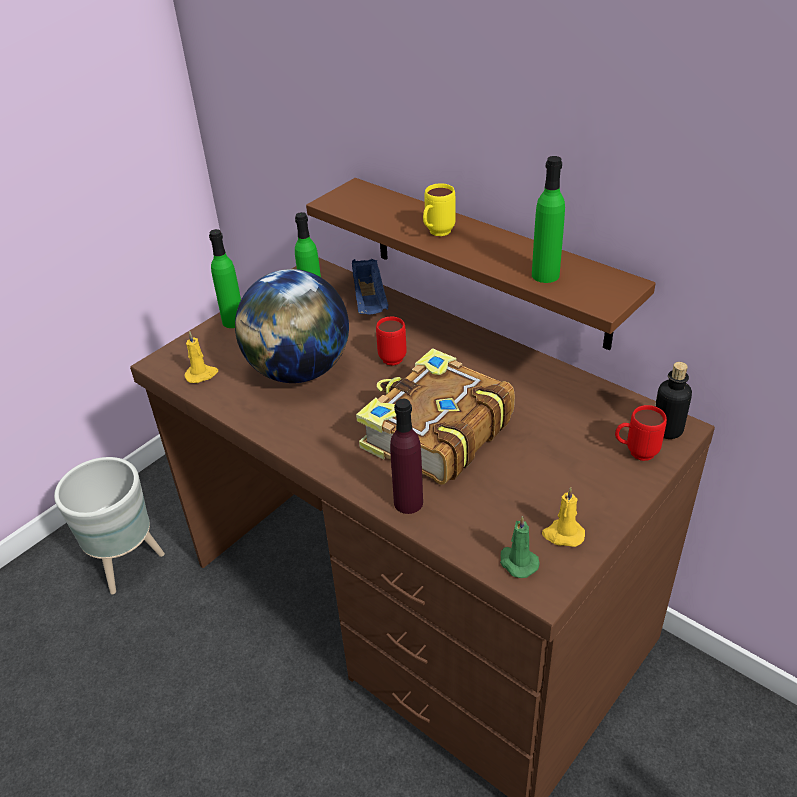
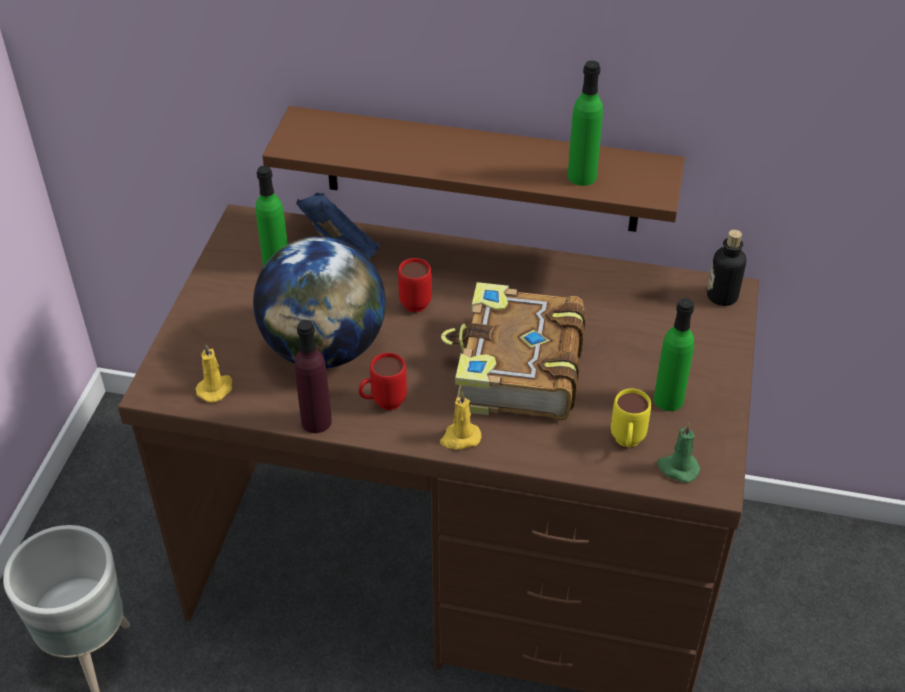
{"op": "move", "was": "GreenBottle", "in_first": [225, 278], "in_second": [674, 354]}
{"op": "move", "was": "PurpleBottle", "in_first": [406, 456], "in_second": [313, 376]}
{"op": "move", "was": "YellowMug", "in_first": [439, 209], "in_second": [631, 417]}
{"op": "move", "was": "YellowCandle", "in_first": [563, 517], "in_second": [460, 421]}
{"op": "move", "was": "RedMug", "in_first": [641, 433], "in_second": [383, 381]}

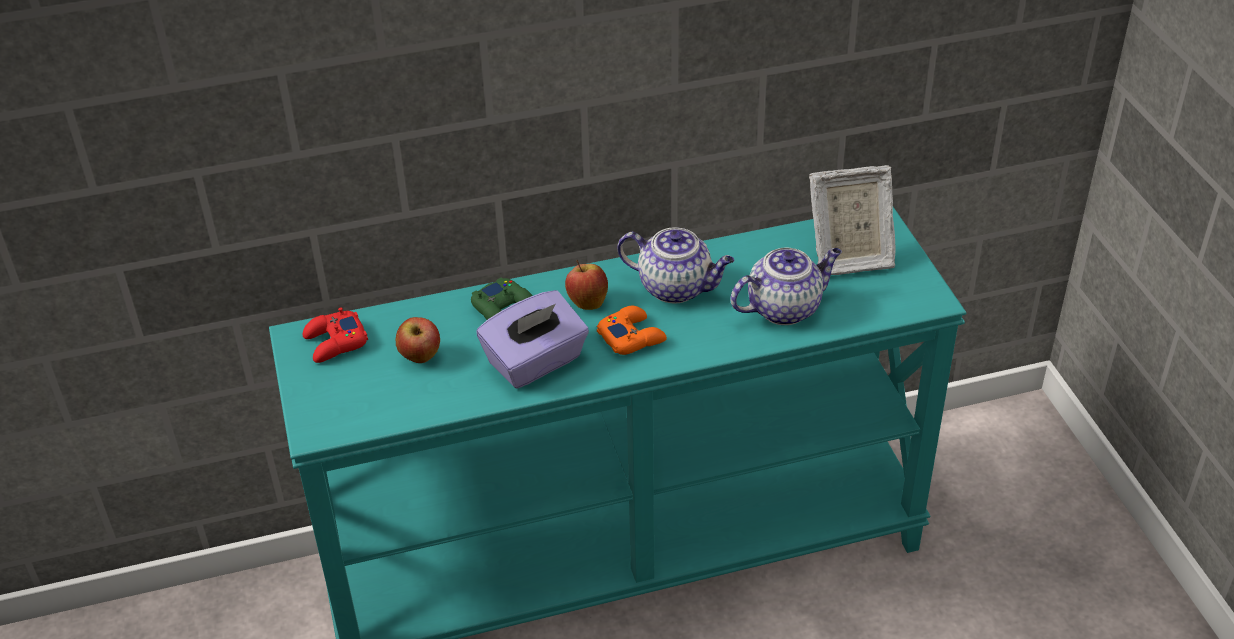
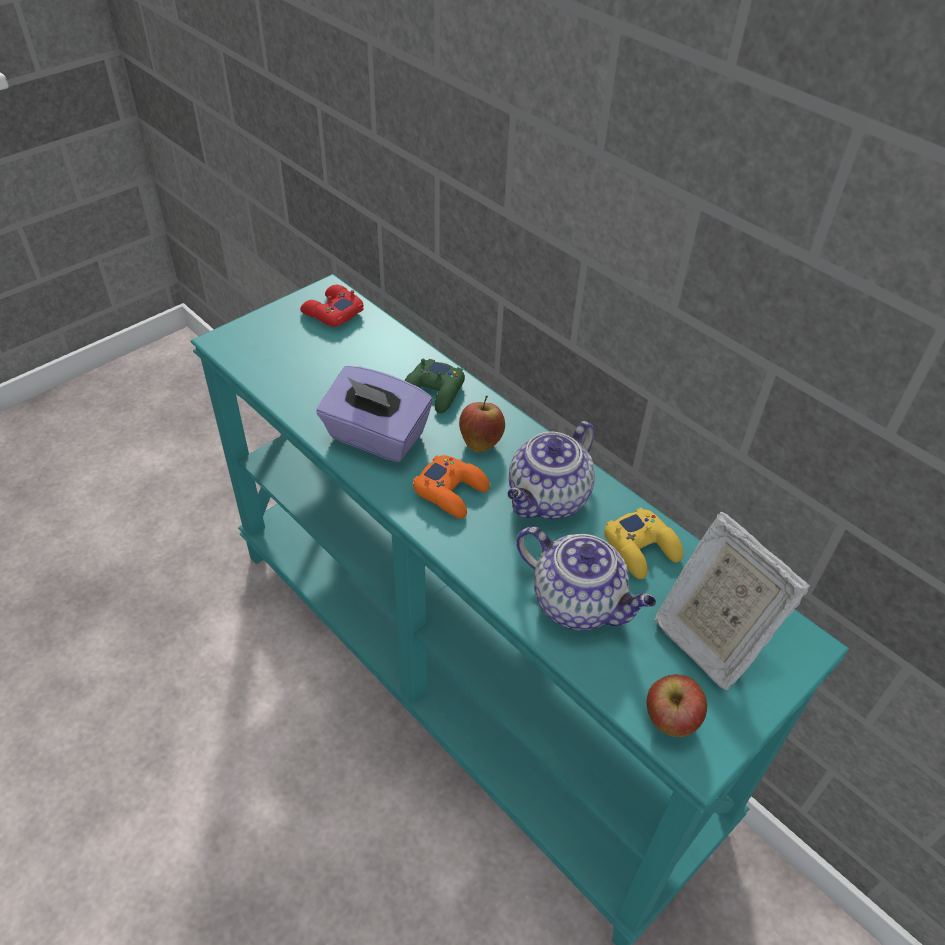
{"op": "move", "was": "Apple", "in_first": [418, 340], "in_second": [677, 705]}
{"op": "rotate", "was": "Teapot", "in_first": [675, 265], "in_second": [551, 470], "clockwise": 45}
{"op": "insert", "now": "YellowGameController", "in_second": [643, 543]}

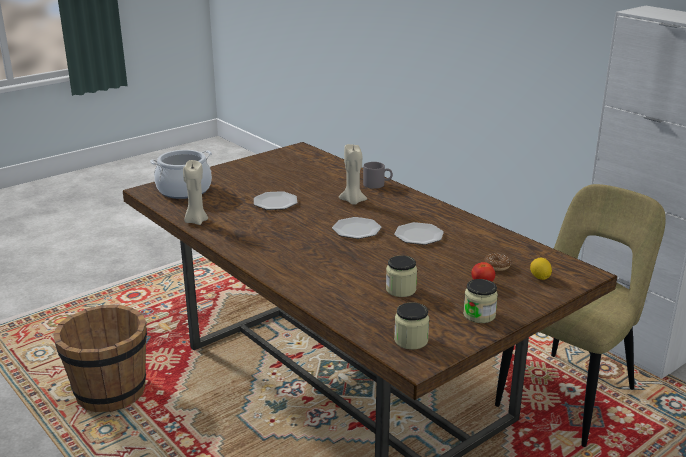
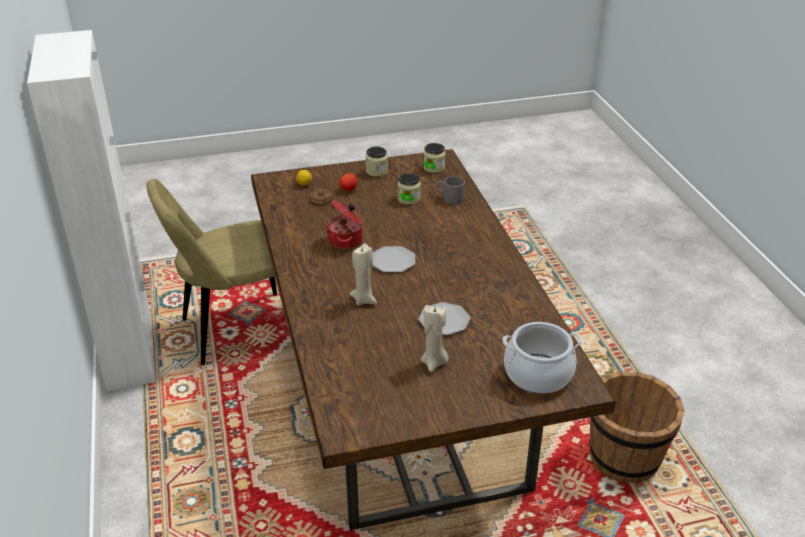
{"op": "move", "was": "BeigeCandle", "in_first": [195, 192], "in_second": [435, 338]}
{"op": "move", "was": "GreyMug", "in_first": [378, 175], "in_second": [451, 190]}
{"op": "replace", "was": "Plate", "now": "CookingPot", "in_first": [419, 233], "in_second": [344, 224]}

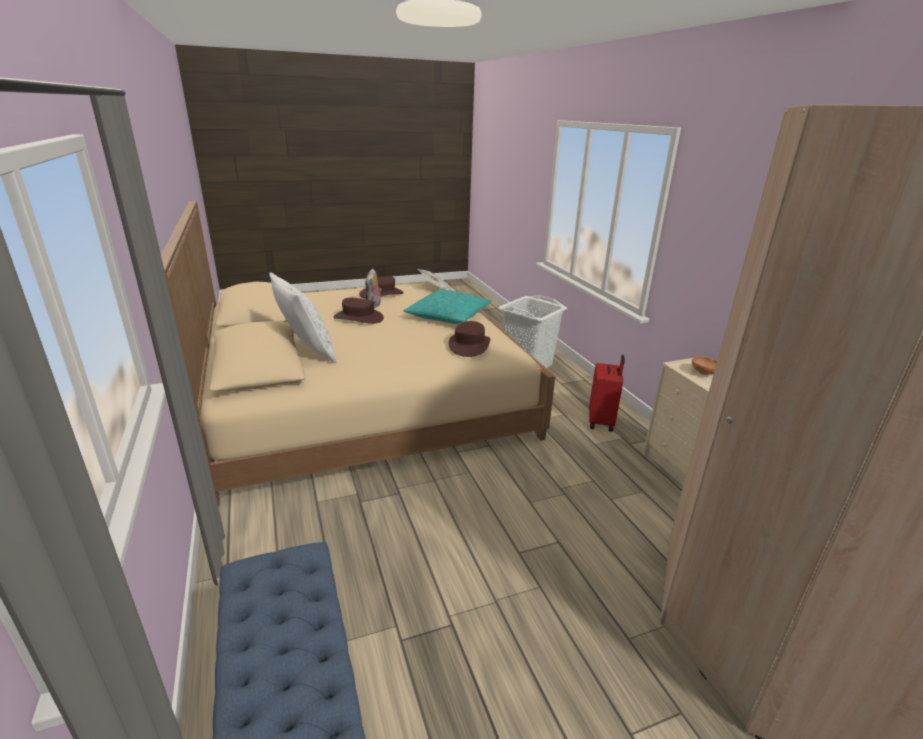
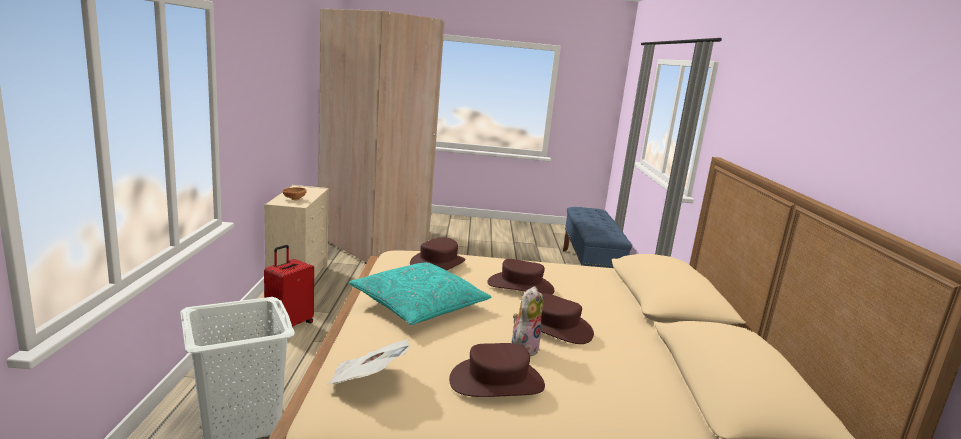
{"op": "delete", "was": "WhitePillow", "in_first": [302, 317]}
{"op": "insert", "now": "BrownHat", "in_second": [521, 277]}

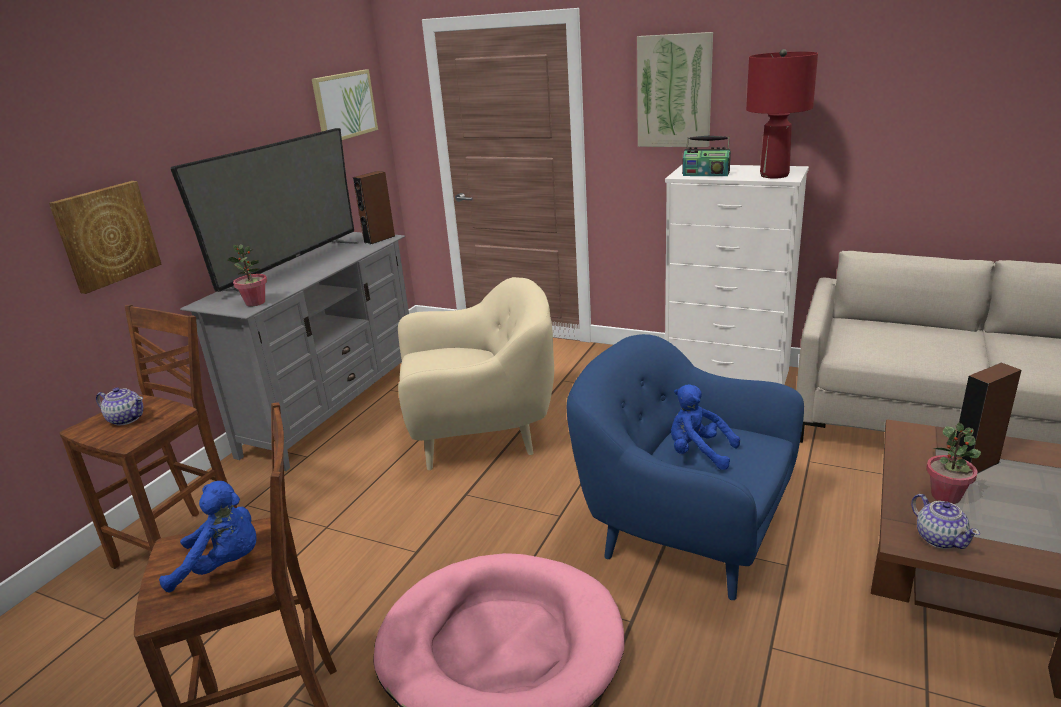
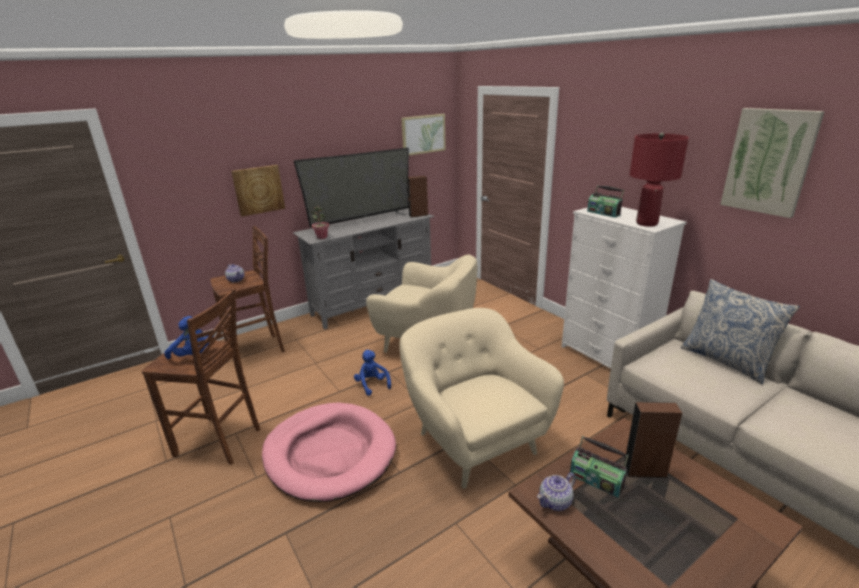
{"op": "recolor", "was": "BlueArmchair", "now": "BeigeArmchair", "in_first": [685, 467], "in_second": [482, 398]}
{"op": "move", "was": "Picture", "in_first": [675, 89], "in_second": [772, 163]}
{"op": "move", "was": "BluePlushToy", "in_first": [705, 427], "in_second": [372, 373]}
{"op": "rotate", "was": "Teapot", "in_first": [945, 521], "in_second": [556, 492], "clockwise": 45}
{"op": "replace", "was": "PottedPlant", "now": "Radio", "in_first": [953, 463], "in_second": [599, 467]}
{"op": "insert", "now": "Pillow", "in_second": [740, 331]}

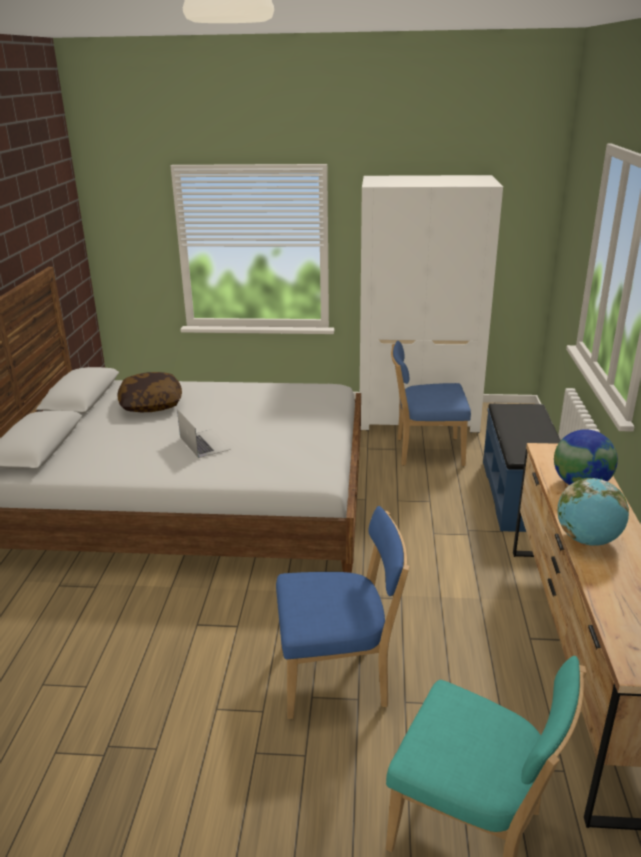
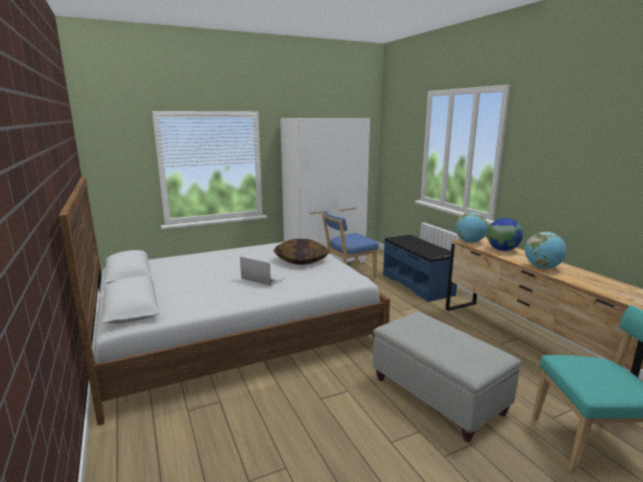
{"op": "move", "was": "Pillow", "in_first": [149, 392], "in_second": [301, 252]}
{"op": "replace", "was": "BlueChair", "now": "GreyOttoman", "in_first": [343, 612], "in_second": [447, 377]}
{"op": "insert", "now": "Globe", "in_second": [471, 227]}

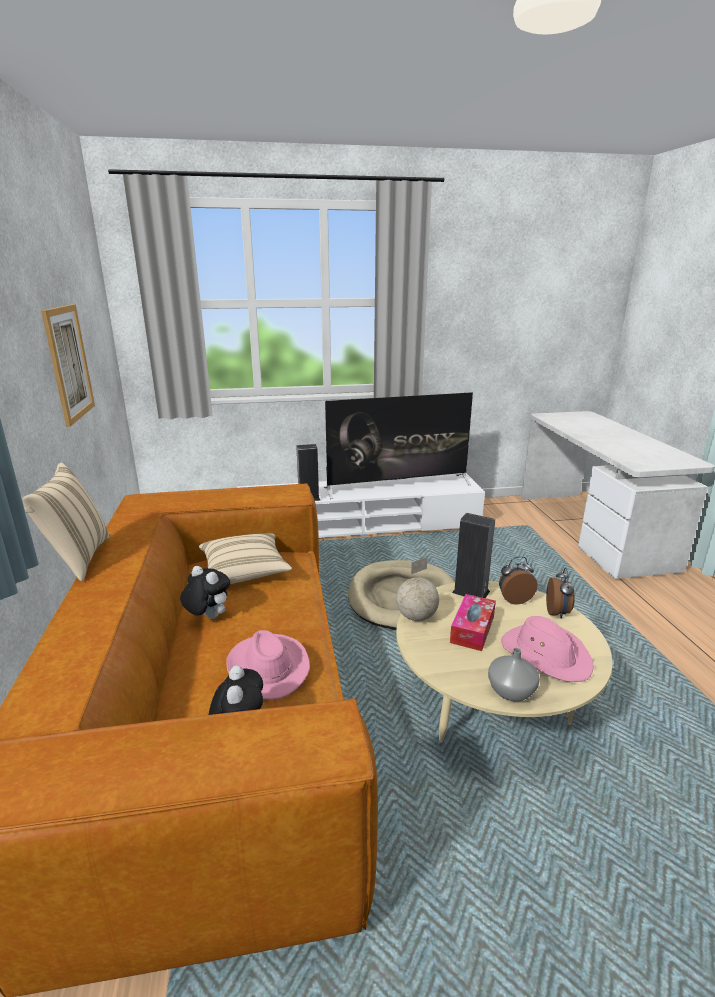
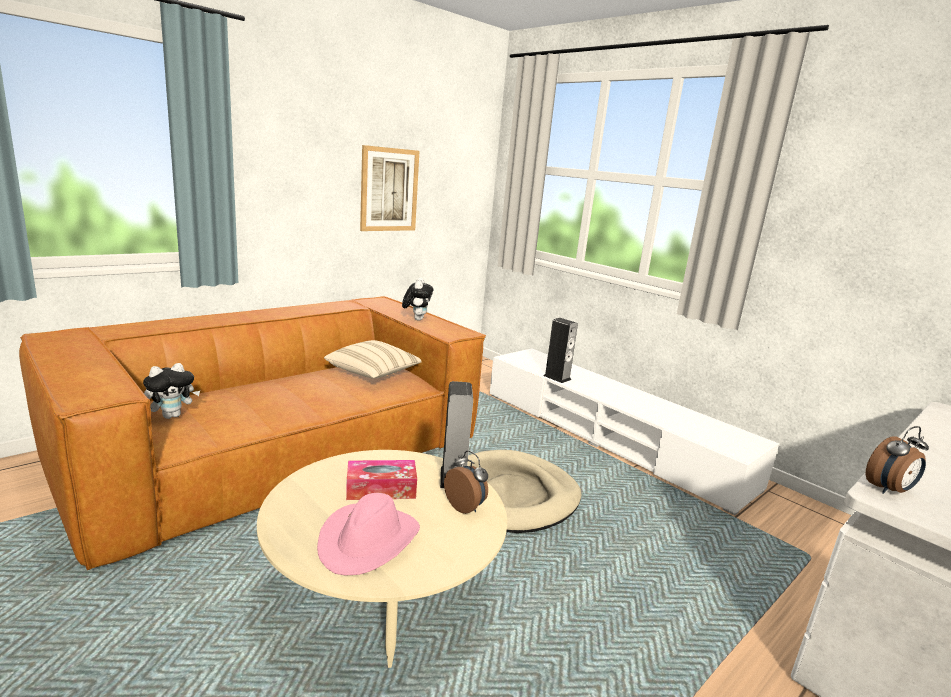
{"op": "delete", "was": "BeigePillow", "in_first": [66, 522]}
{"op": "move", "was": "PlushToy", "in_first": [205, 592], "in_second": [417, 299]}
{"op": "delete", "was": "PinkHat", "in_first": [268, 665]}
{"op": "delete", "was": "Television", "in_first": [398, 445]}
{"op": "delete", "was": "Globe", "in_first": [417, 589]}
{"op": "delete", "was": "GreyVase", "in_first": [514, 674]}
{"op": "move", "was": "AlarmClock", "in_first": [560, 593], "in_second": [897, 460]}

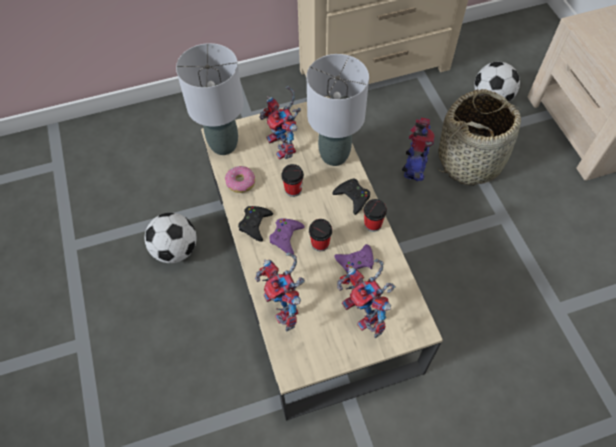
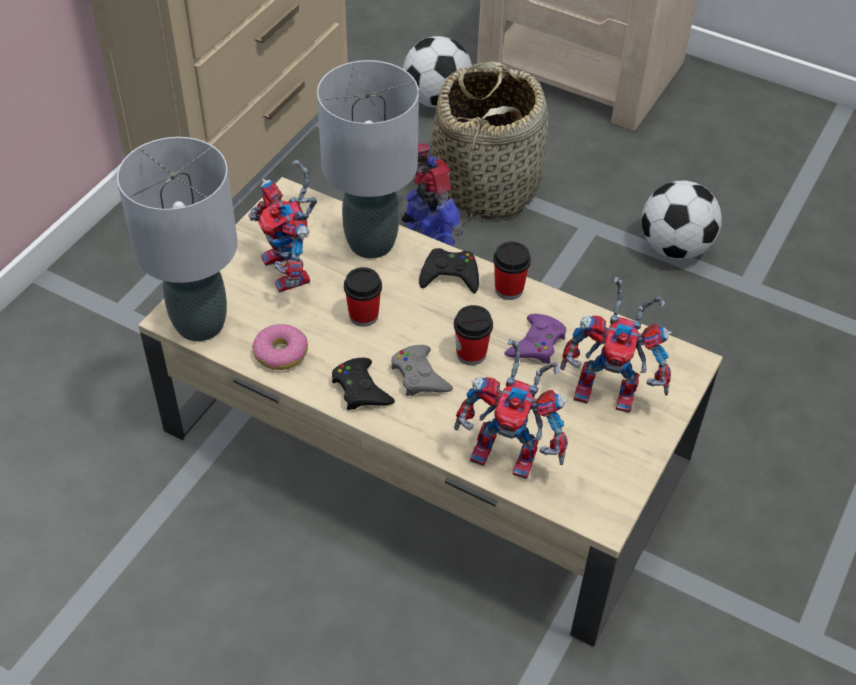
{"op": "move", "was": "Football", "in_first": [170, 238], "in_second": [681, 220]}
{"op": "rotate", "was": "ToyRobot", "in_first": [280, 122], "in_second": [282, 226], "clockwise": 45}
{"op": "recolor", "was": "PurpleGameController", "now": "GreyGameController", "in_first": [287, 236], "in_second": [422, 370]}

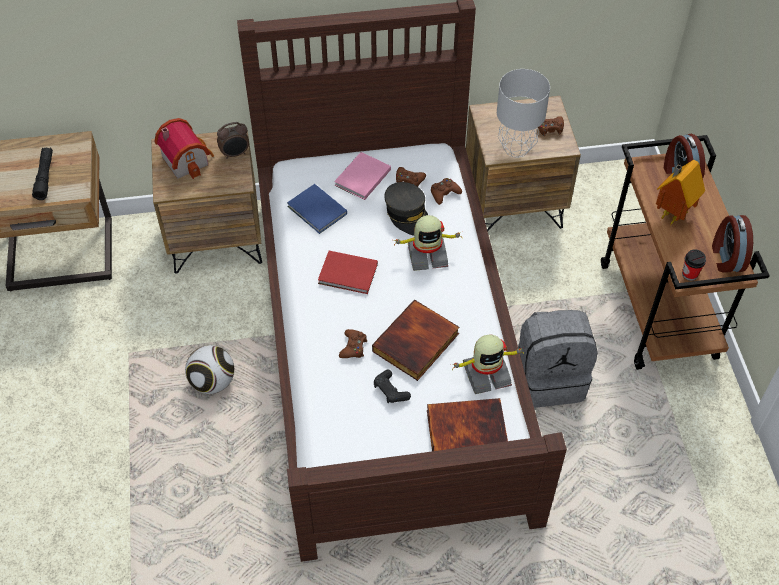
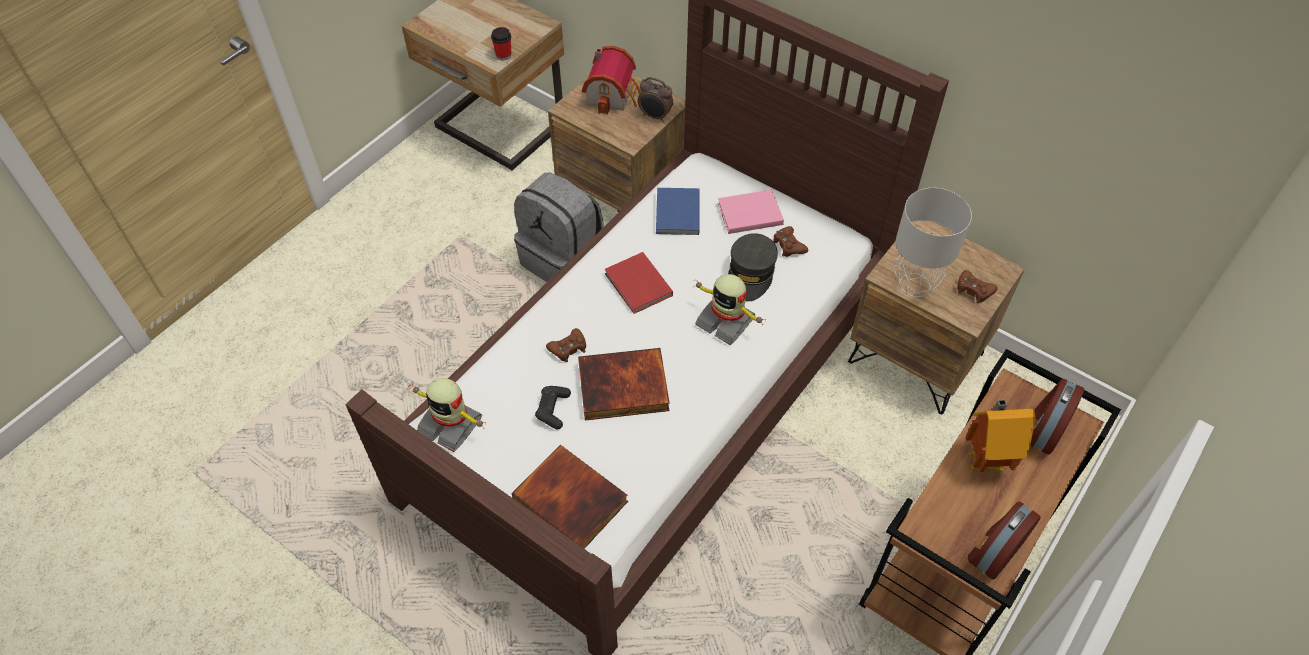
{"op": "delete", "was": "BlackFlashlight", "in_first": [42, 174]}
{"op": "delete", "was": "Football", "in_first": [209, 369]}
{"op": "delete", "was": "BrownGameController", "in_first": [446, 191]}
{"op": "move", "was": "ToyRobot", "in_first": [488, 364], "in_second": [448, 415]}
{"op": "move", "was": "GreyBackpack", "in_first": [558, 359], "in_second": [559, 227]}
{"op": "move", "was": "Cup", "in_first": [694, 265], "in_second": [501, 43]}

